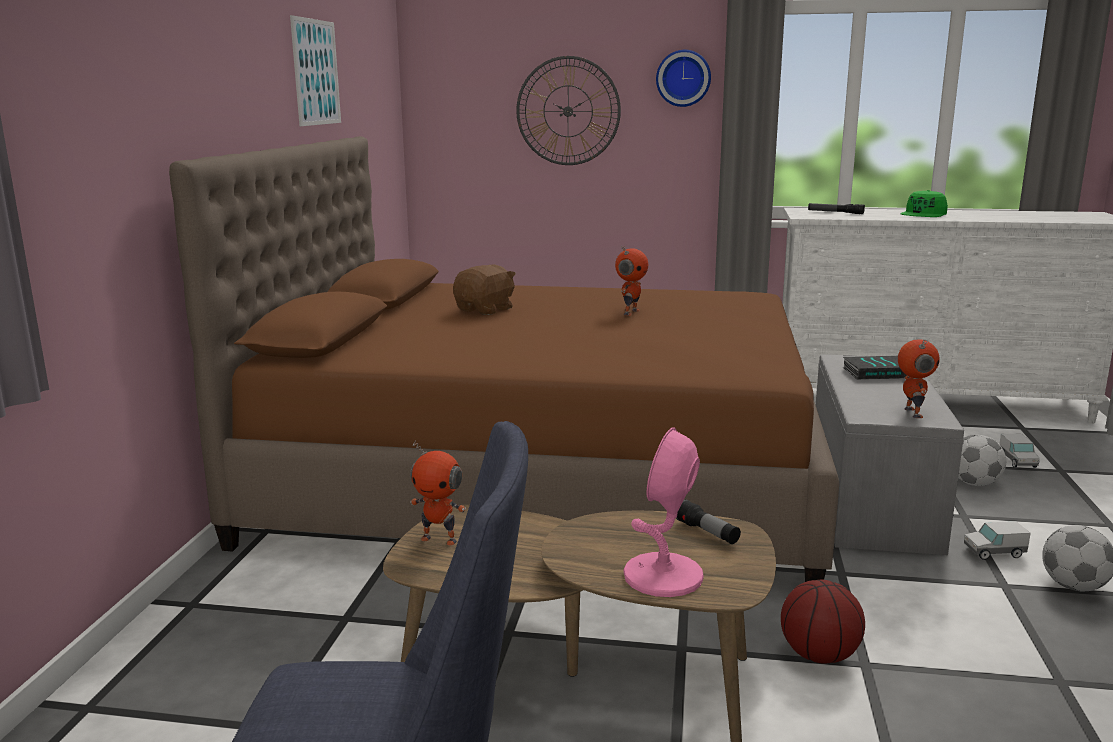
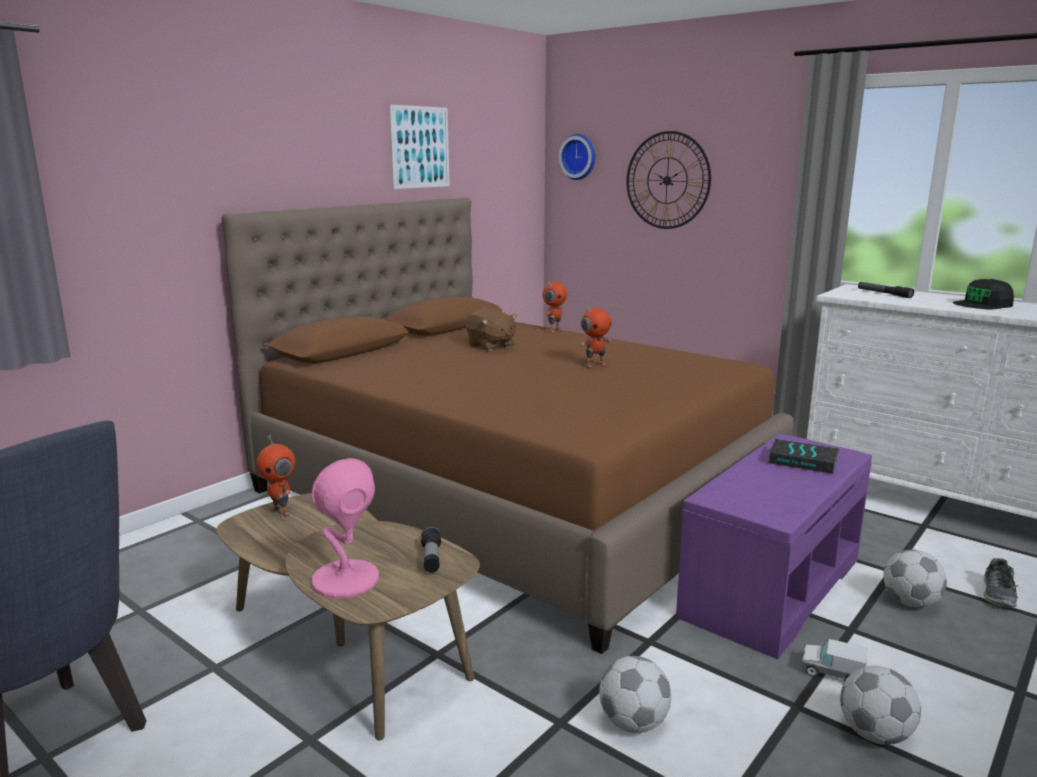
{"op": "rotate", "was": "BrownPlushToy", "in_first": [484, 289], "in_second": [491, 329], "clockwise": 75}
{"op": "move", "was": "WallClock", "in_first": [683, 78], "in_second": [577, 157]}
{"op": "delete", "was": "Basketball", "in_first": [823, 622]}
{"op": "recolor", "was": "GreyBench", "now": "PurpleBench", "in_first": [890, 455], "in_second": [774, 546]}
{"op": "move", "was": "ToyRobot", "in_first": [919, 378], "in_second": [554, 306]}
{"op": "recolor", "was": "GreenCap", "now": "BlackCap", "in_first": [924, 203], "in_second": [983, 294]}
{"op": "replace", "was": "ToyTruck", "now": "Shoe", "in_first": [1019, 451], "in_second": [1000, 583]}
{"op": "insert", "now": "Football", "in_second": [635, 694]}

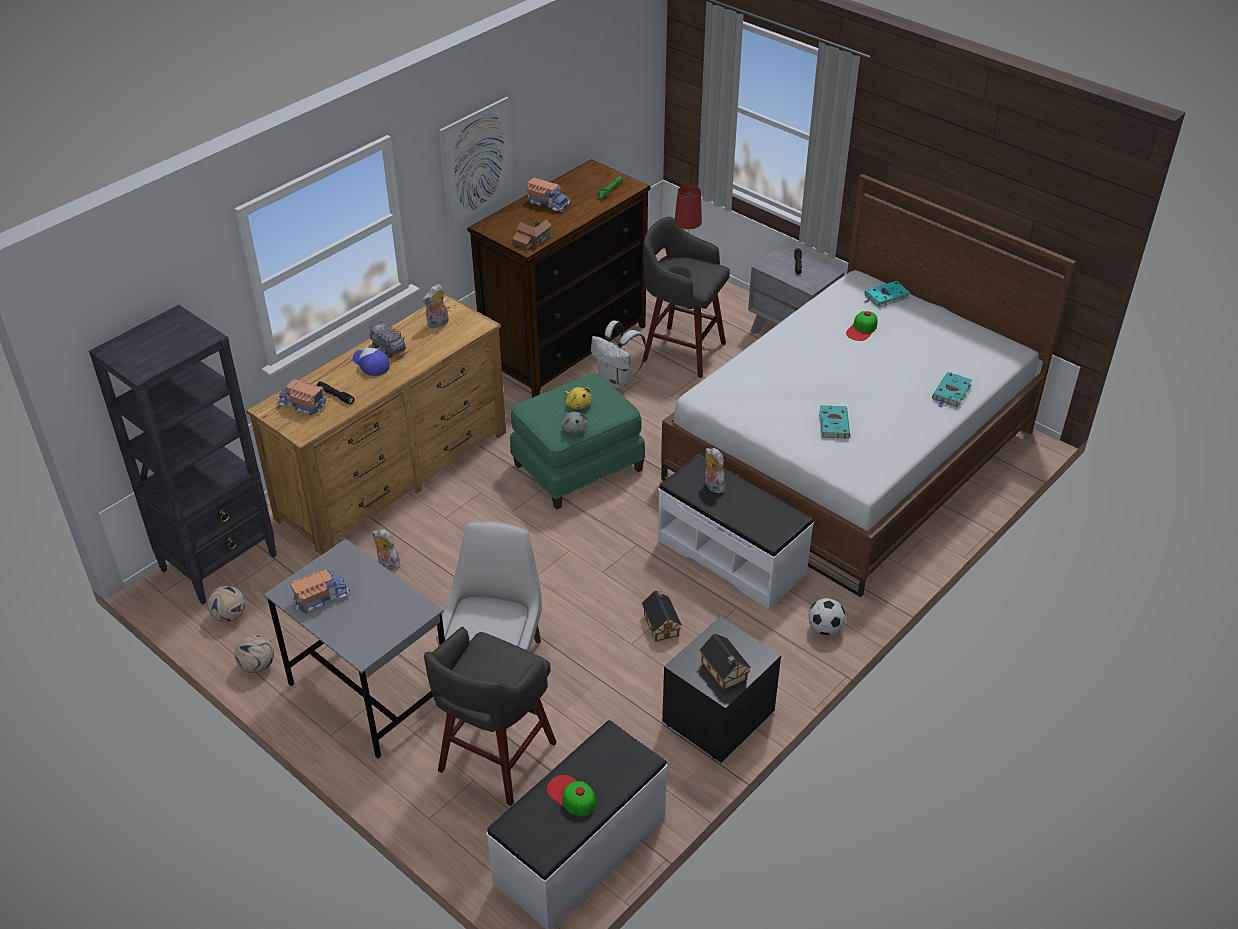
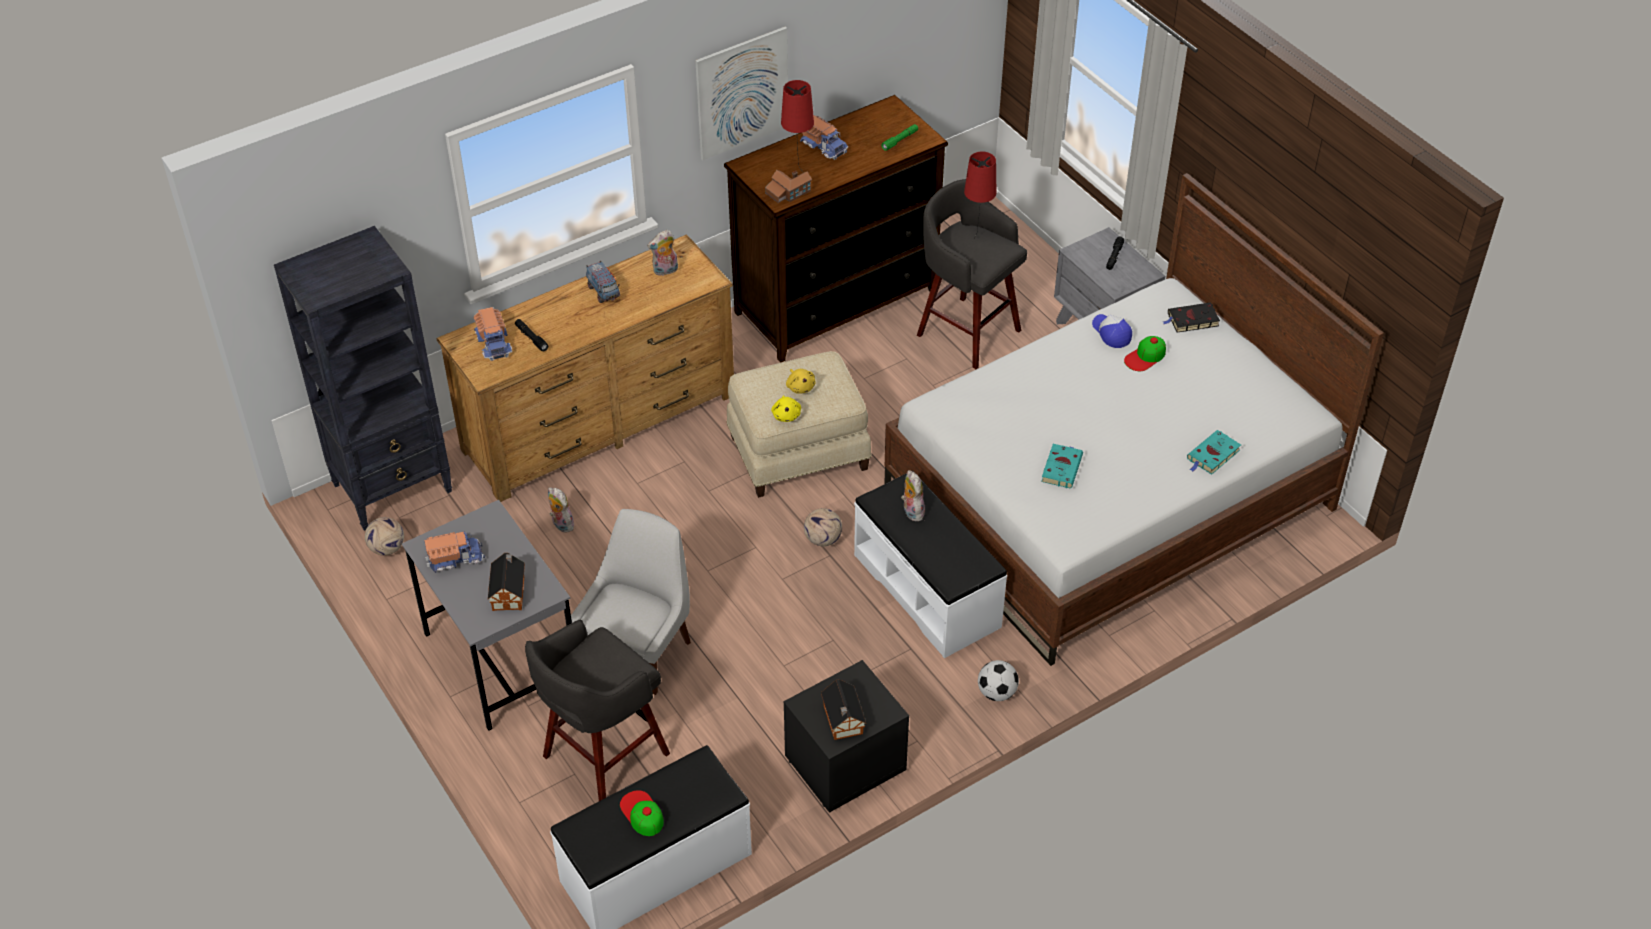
{"op": "move", "was": "Football", "in_first": [254, 654], "in_second": [823, 527]}
{"op": "rotate", "was": "ToyTruck", "in_first": [301, 397], "in_second": [493, 334], "clockwise": -150}
{"op": "move", "was": "Cap", "in_first": [371, 361], "in_second": [1112, 331]}
{"op": "recolor", "was": "GreenOttoman", "now": "BeigeOttoman", "in_first": [577, 441], "in_second": [799, 424]}
{"op": "recolor", "was": "GreyPlushToy", "now": "YellowPlushToy", "in_first": [574, 422], "in_second": [786, 408]}
{"op": "delete", "was": "WhiteBackpack", "in_first": [619, 354]}
{"op": "move", "was": "ToyHouse", "in_first": [662, 616], "in_second": [506, 582]}
{"op": "recolor", "was": "TurquoiseBook", "now": "BlackBook", "in_first": [887, 294], "in_second": [1191, 317]}
{"op": "insert", "now": "RedTableLamp", "in_second": [797, 126]}

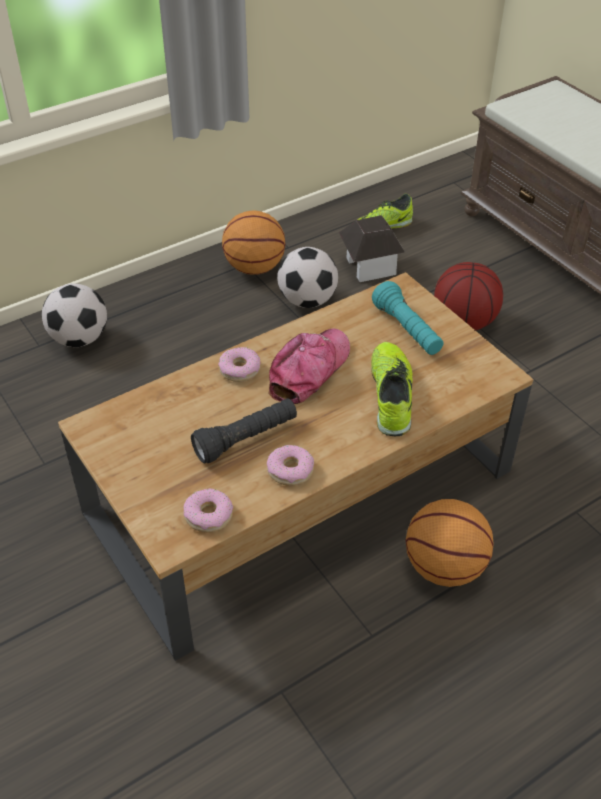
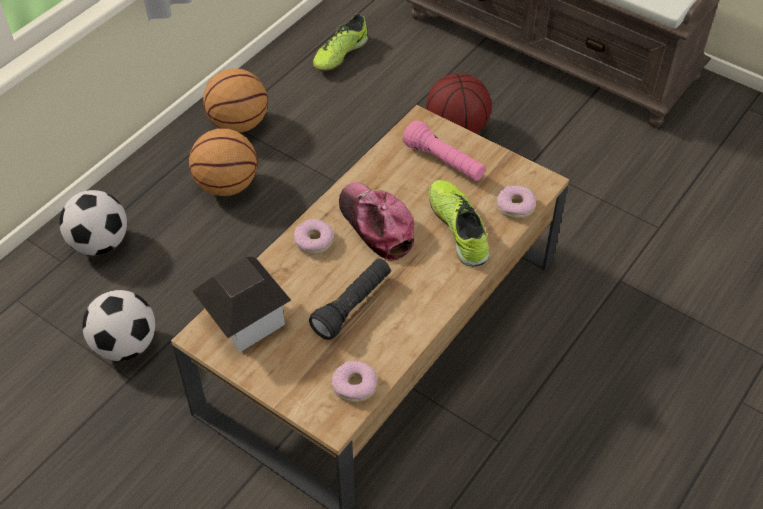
{"op": "move", "was": "Donut", "in_first": [290, 465], "in_second": [516, 202]}
{"op": "rotate", "was": "Cap", "in_first": [309, 366], "in_second": [376, 221], "clockwise": -45}
{"op": "move", "was": "Football", "in_first": [307, 277], "in_second": [118, 325]}
{"op": "move", "was": "ToyHouse", "in_first": [372, 248], "in_second": [241, 304]}
{"op": "recolor", "was": "TurquoiseFlashlight", "now": "PinkFlashlight", "in_first": [408, 318], "in_second": [444, 150]}
{"op": "move", "was": "Basketball", "in_first": [450, 543], "in_second": [223, 162]}

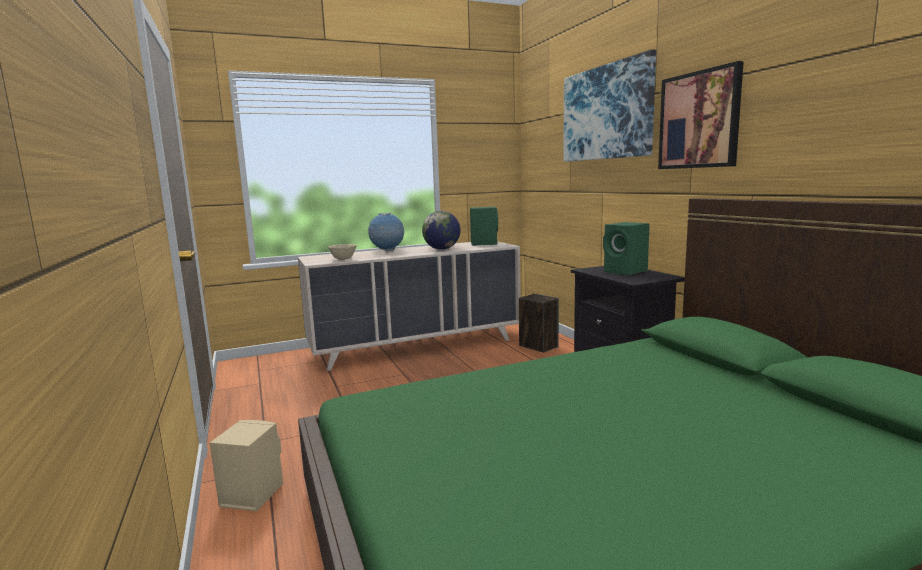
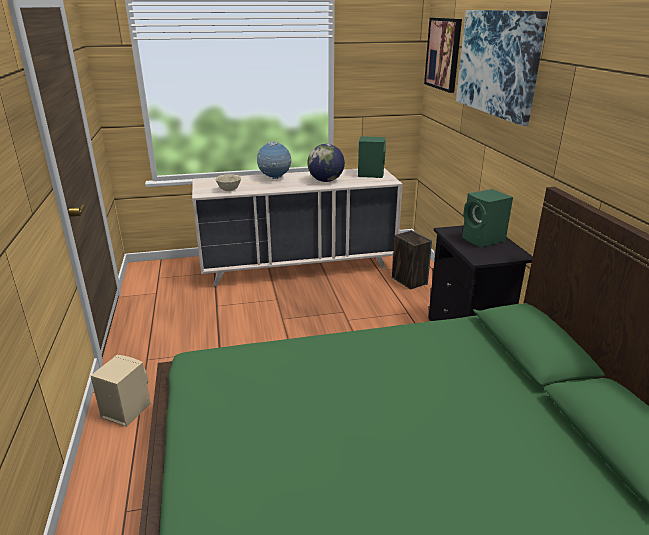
{"op": "move", "was": "Picture", "in_first": [701, 115], "in_second": [443, 55]}

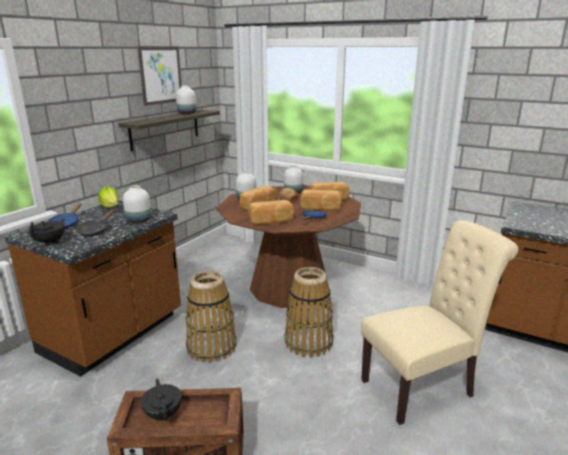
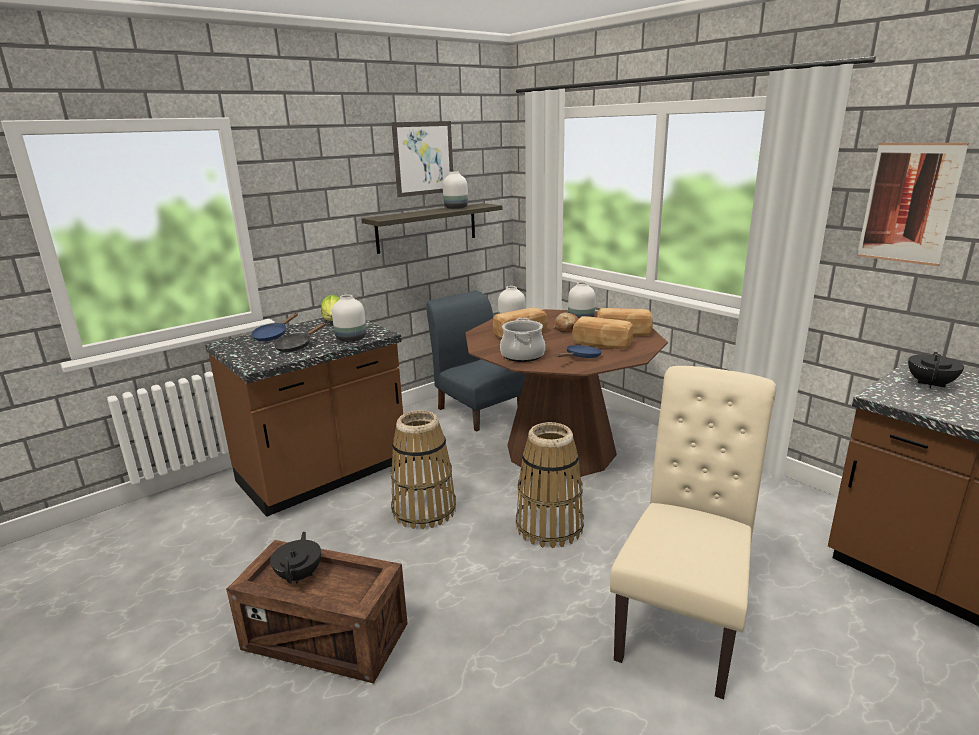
{"op": "move", "was": "BlackTeapot", "in_first": [47, 231], "in_second": [936, 370]}
{"op": "replace", "was": "Bread", "now": "CookingPot", "in_first": [271, 212], "in_second": [522, 340]}
{"op": "rotate", "was": "BeigeChair", "in_first": [439, 322], "in_second": [693, 533], "clockwise": -60}
{"op": "insert", "now": "BlueChair", "in_second": [476, 361]}
{"op": "insert", "now": "Picture", "in_second": [913, 204]}

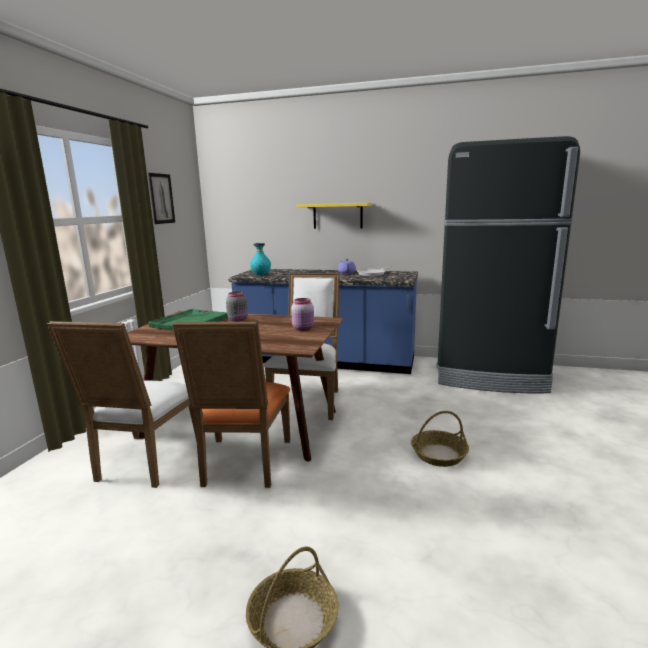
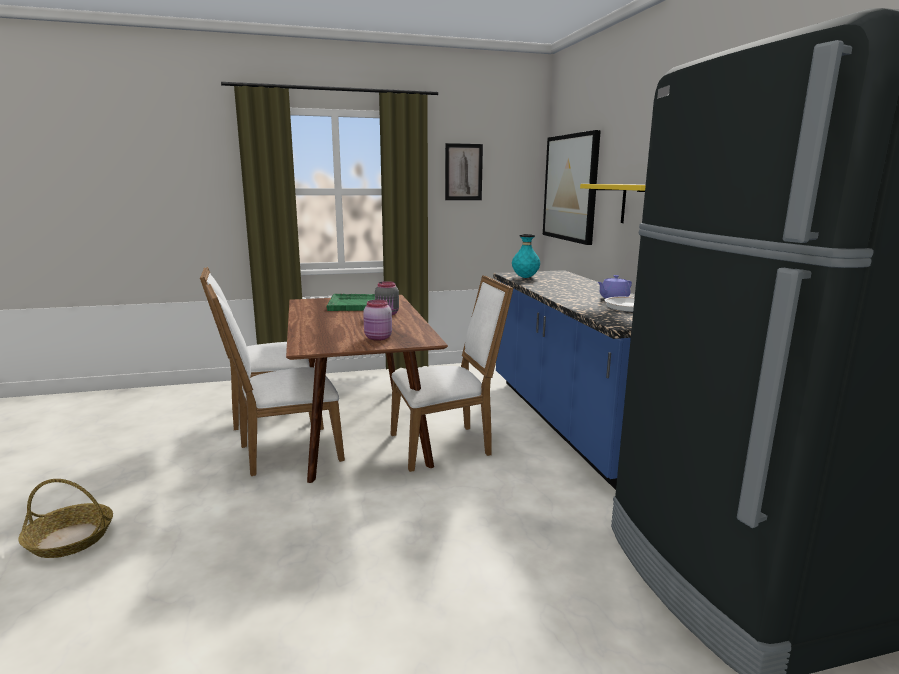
{"op": "recolor", "was": "OrangeChair", "now": "WhiteChair", "in_first": [231, 404], "in_second": [275, 380]}
{"op": "delete", "was": "Basket", "in_first": [440, 439]}
{"op": "insert", "now": "Picture", "in_second": [572, 187]}

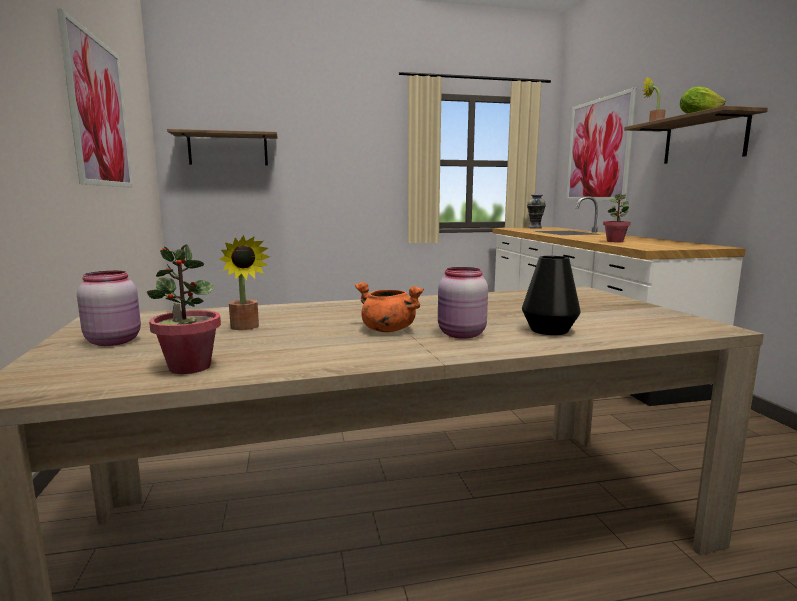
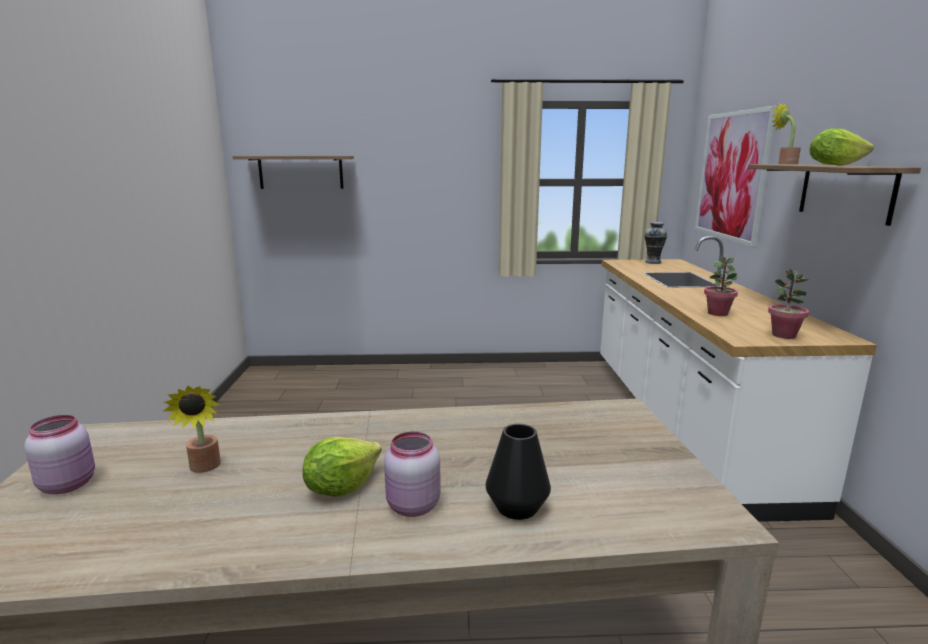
{"op": "delete", "was": "Picture", "in_first": [95, 98]}
{"op": "move", "was": "PottedPlant", "in_first": [184, 309], "in_second": [788, 304]}
{"op": "replace", "was": "OrangeCookingPot", "now": "Lettuce", "in_first": [389, 307], "in_second": [342, 467]}

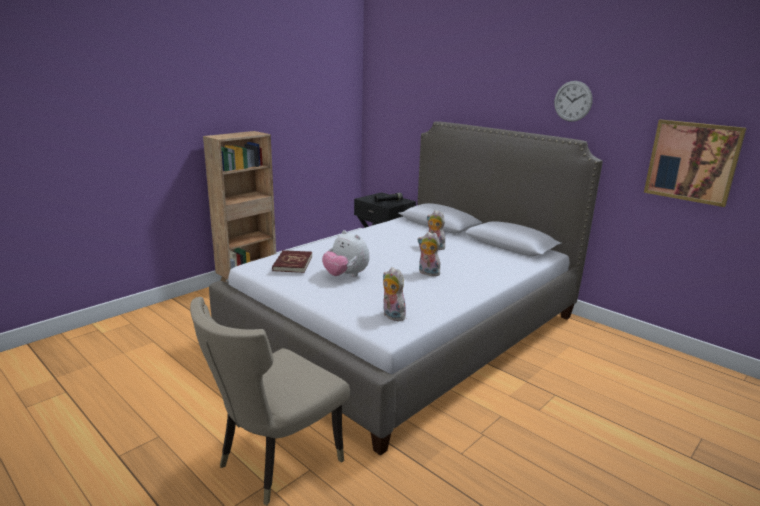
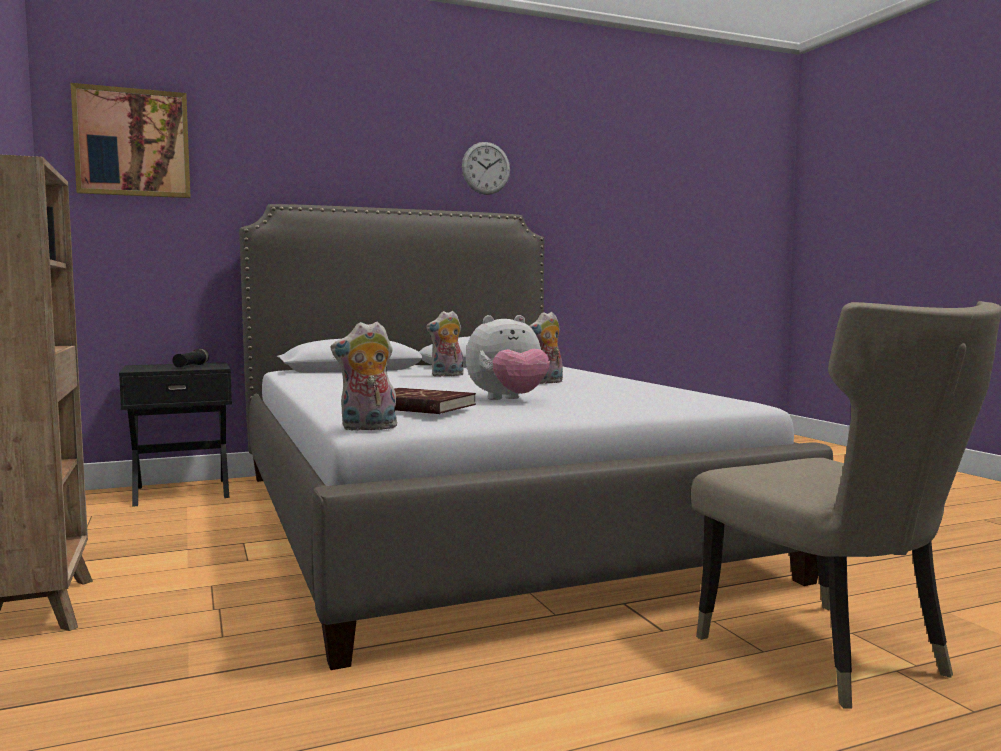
{"op": "move", "was": "PlushToy", "in_first": [395, 294], "in_second": [364, 376]}
{"op": "move", "was": "Picture", "in_first": [695, 163], "in_second": [131, 140]}

